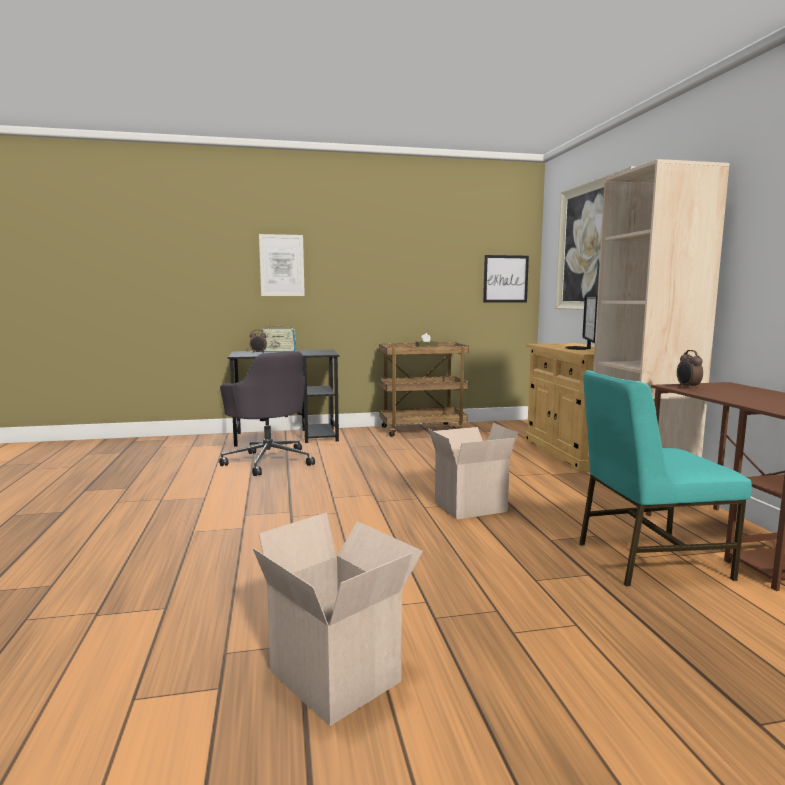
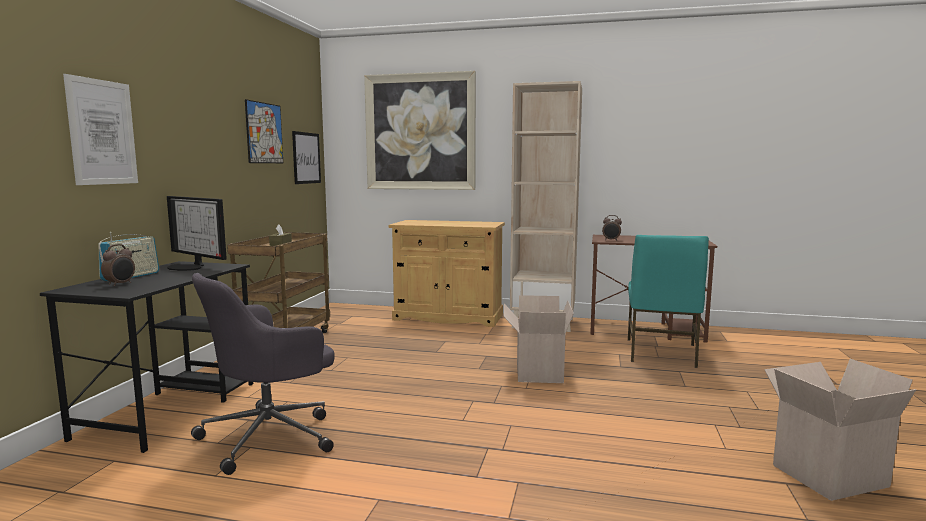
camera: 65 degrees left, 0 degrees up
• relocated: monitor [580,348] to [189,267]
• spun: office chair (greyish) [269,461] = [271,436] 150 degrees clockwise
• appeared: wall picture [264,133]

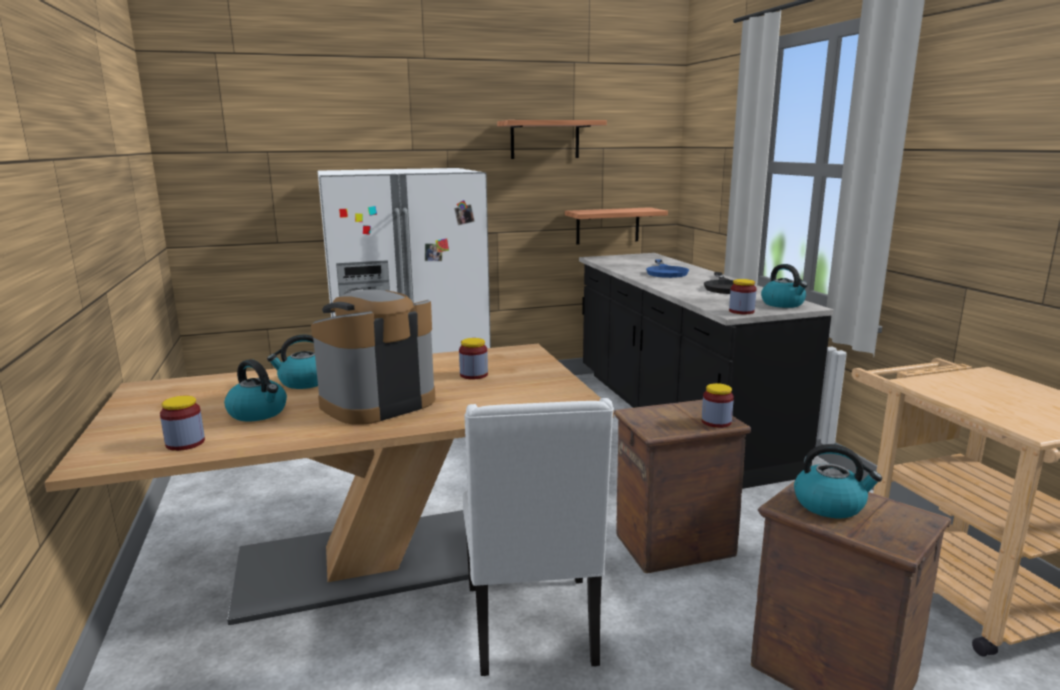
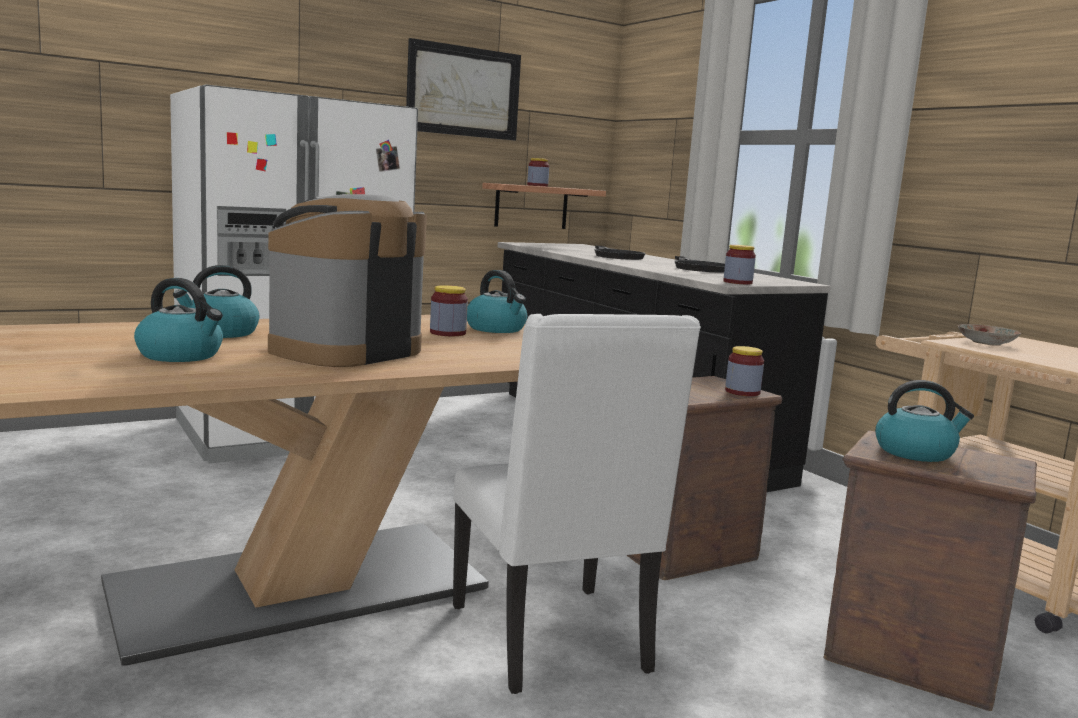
camera: 15 degrees left, 5 degrees down
• exchanged: bracket shelf [545,139] to wall picture [463,91]
• relocated: kettle [783,304] to [497,329]
• relocated: storage jar [185,443] to [537,185]
• colour: pan (blue-coloured) [666,272] to pan (blackish) [616,256]
• appeared: plate [985,343]

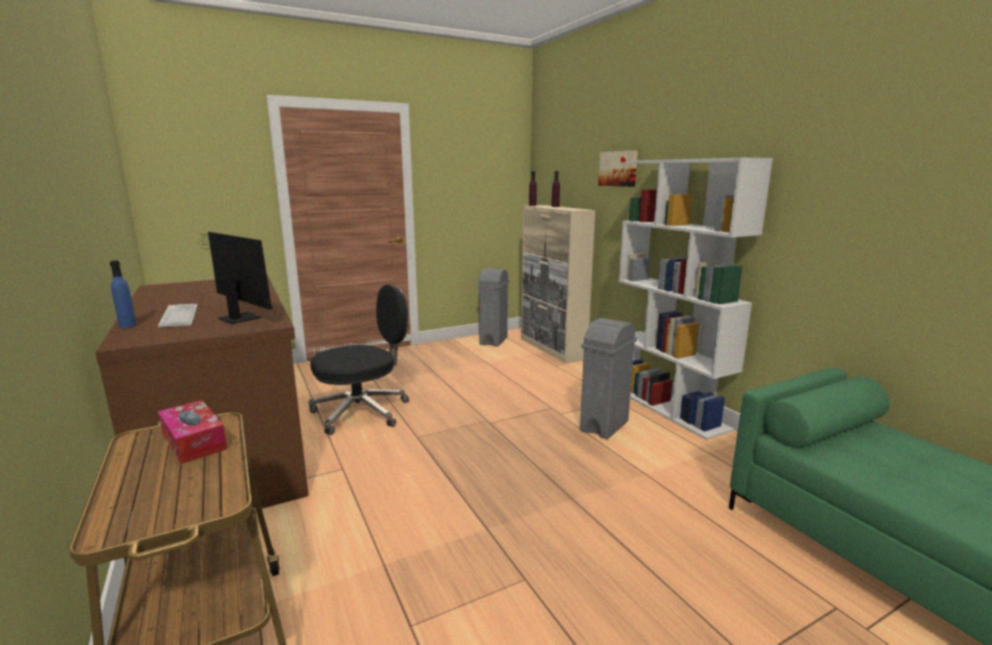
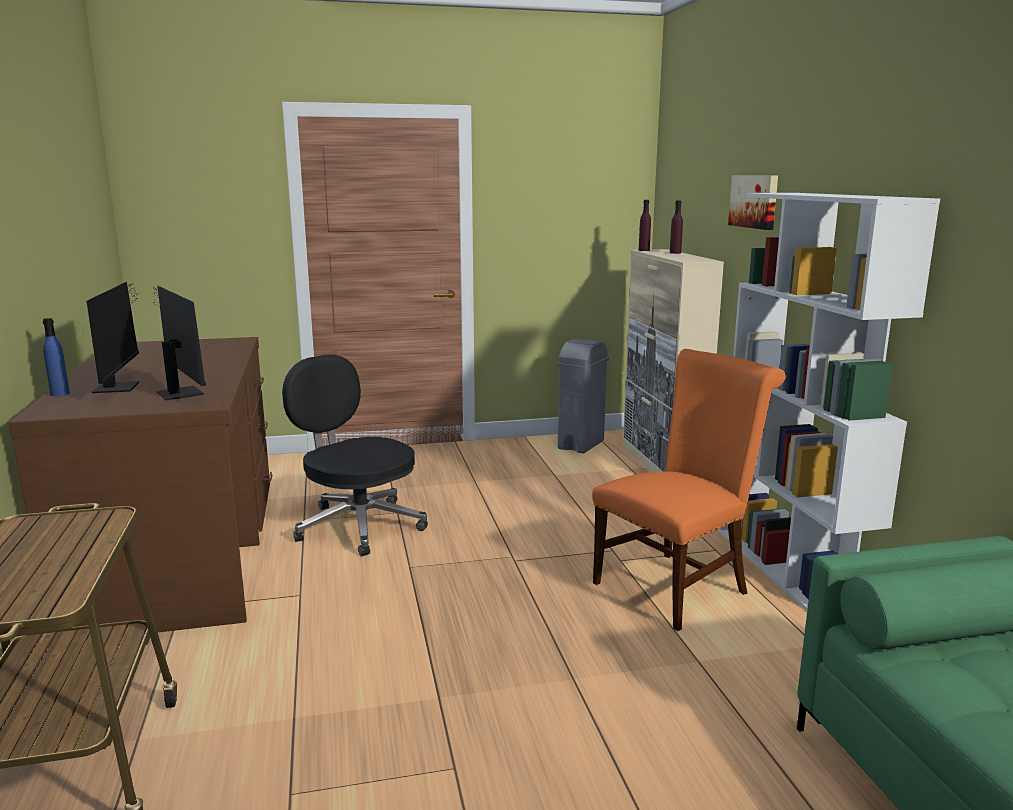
camera: 15 degrees right, 0 degrees up
• exchanged: PC keyboard [179,316] to monitor [119,386]
• spun: office chair (blackish) [363,411] = [358,525] 120 degrees counterclockwise
• exchanged: trash can (greyish) [605,426] to upright chair (orangey) [676,585]
• missing: tissue box [194,441]

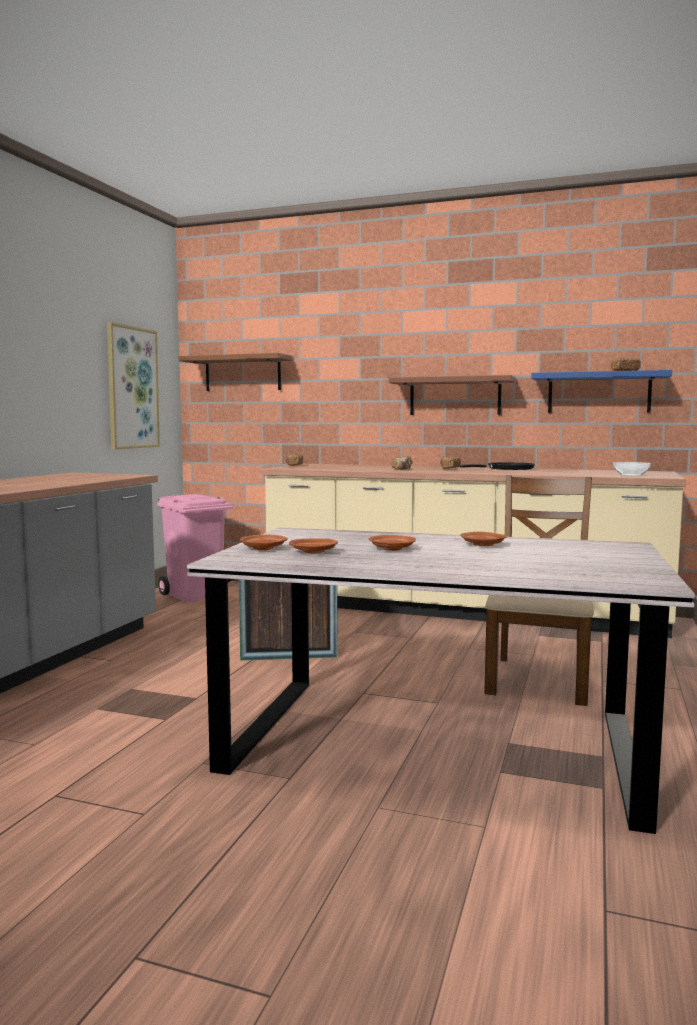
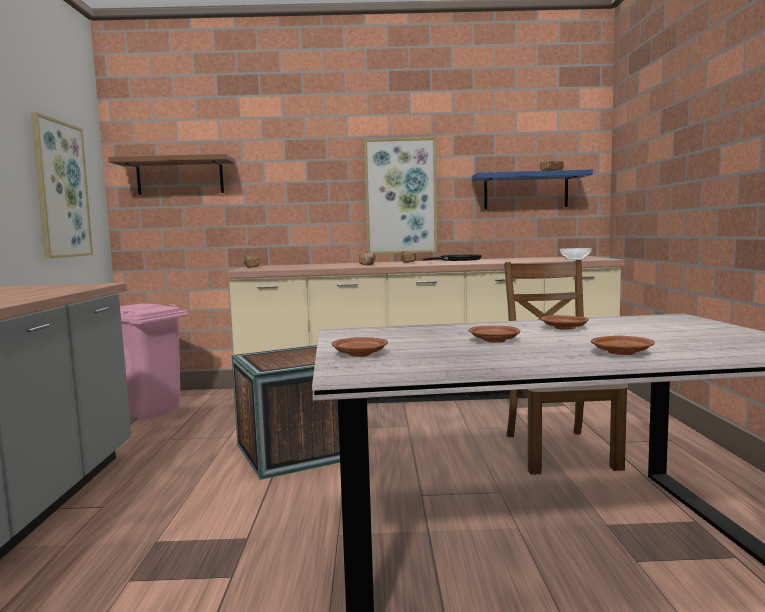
camera: 20 degrees left, 0 degrees up
• exchanged: bracket shelf (brown) [455,396] to wall picture [401,196]
• relocated: plate (brown) [314,552] to [622,353]

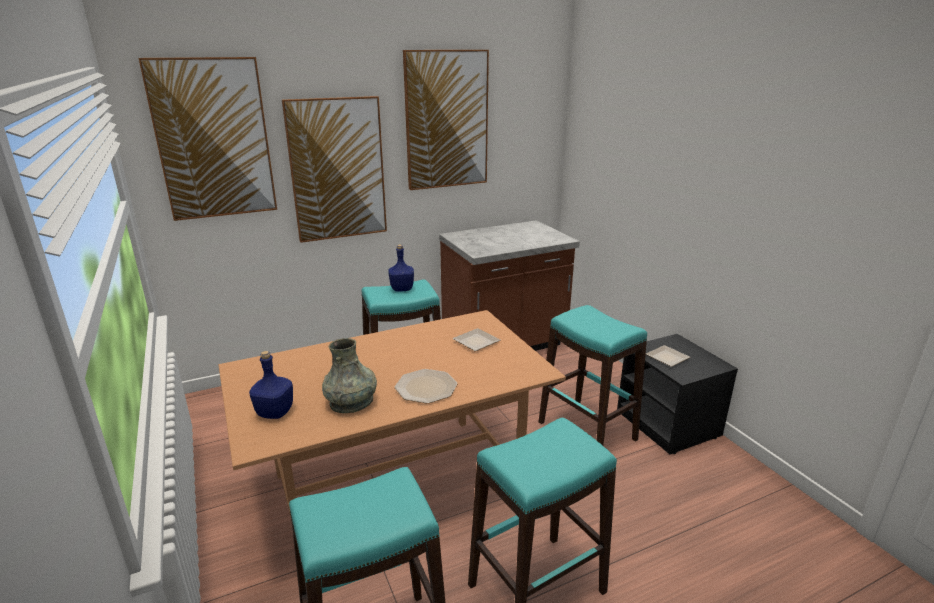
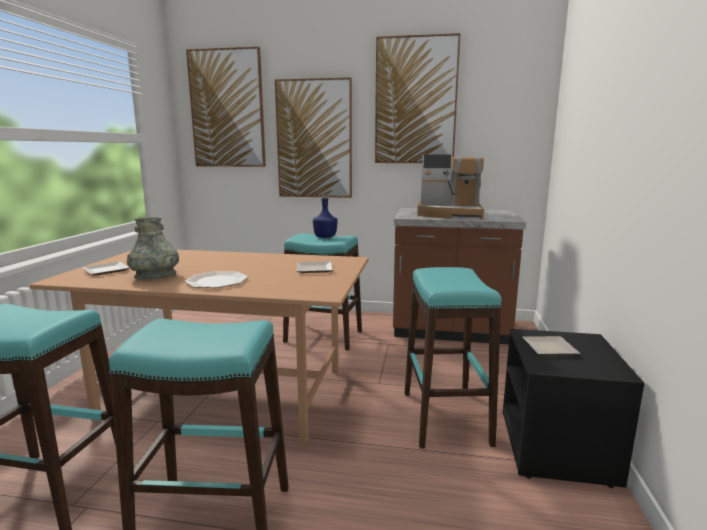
camera: 35 degrees right, 10 degrees down
• exchanged: bottle (blue-coloured) [275,412] to plate [107,270]
• appeared: coffee machine [449,214]

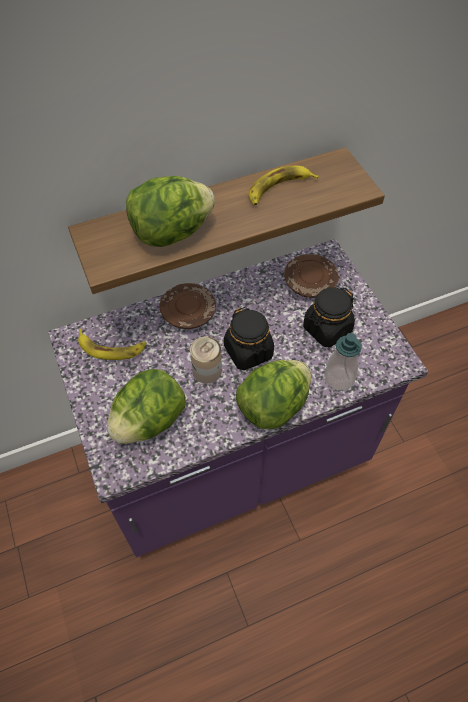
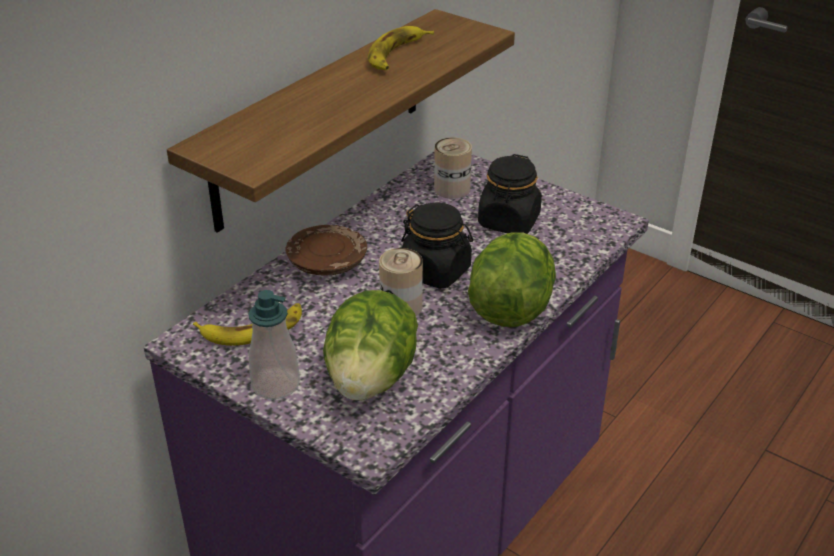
camera: 30 degrees left, 20 degrees down
• relocated: soap dispenser [339,378] to [275,384]
• exchanged: plate (brown) [310,282] to sealed can [452,188]
• missing: lettuce [171,233]

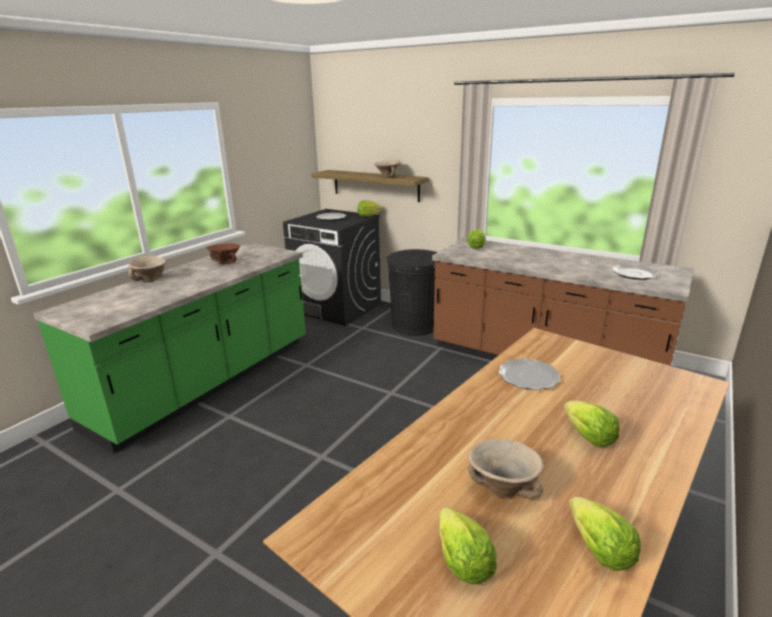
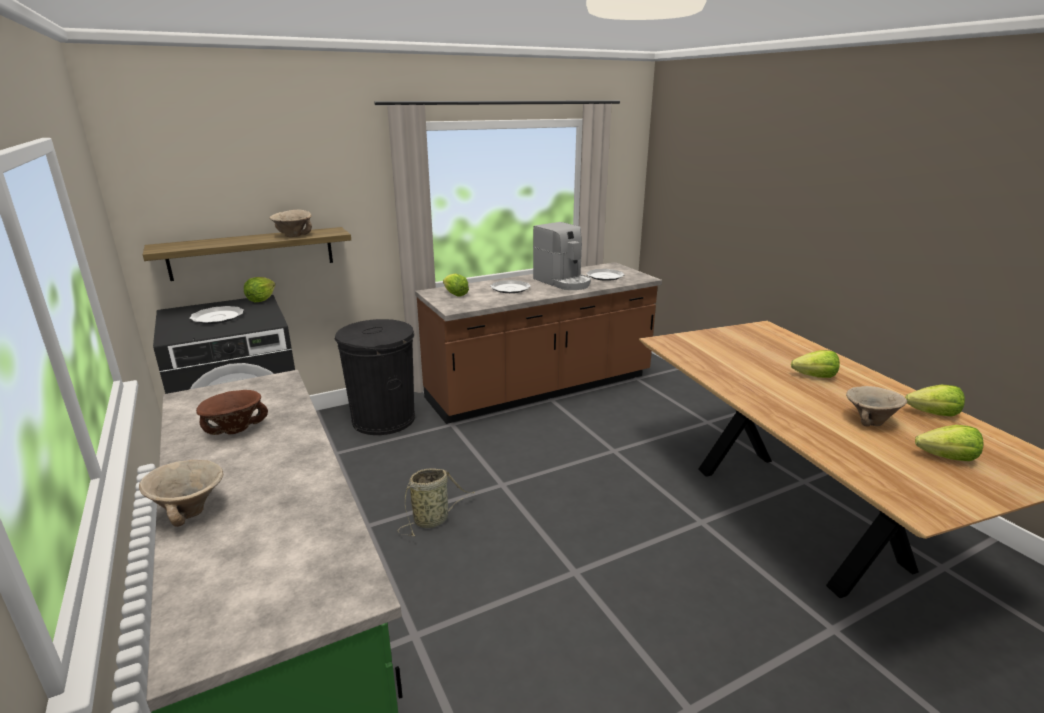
camera: 60 degrees left, 0 degrees up
• appeared: household basket [433,519]
• relocated: plate [528,377] to [510,288]
• appeared: coffee machine [563,282]

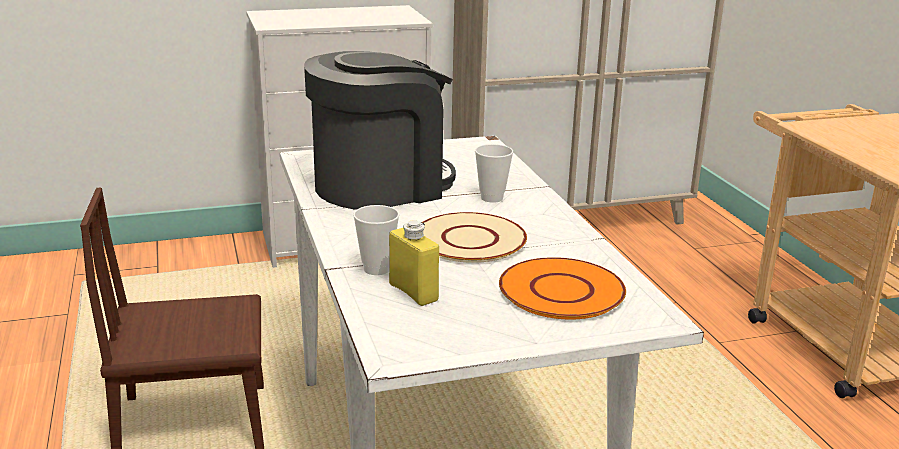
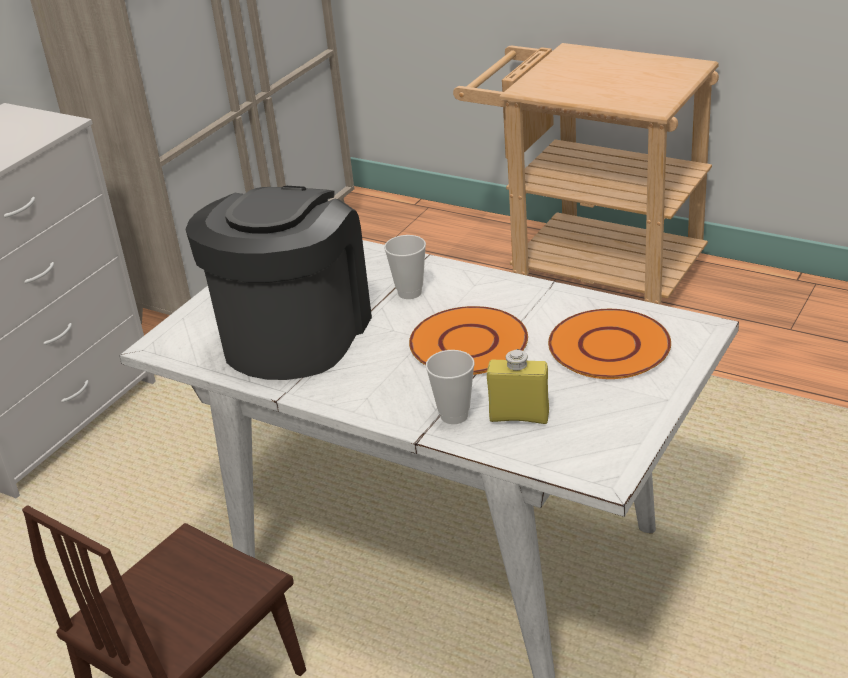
camera: 40 degrees left, 10 degrees up
• colour: plate (beige-coloured) [469,240] to plate (orangey) [468,344]

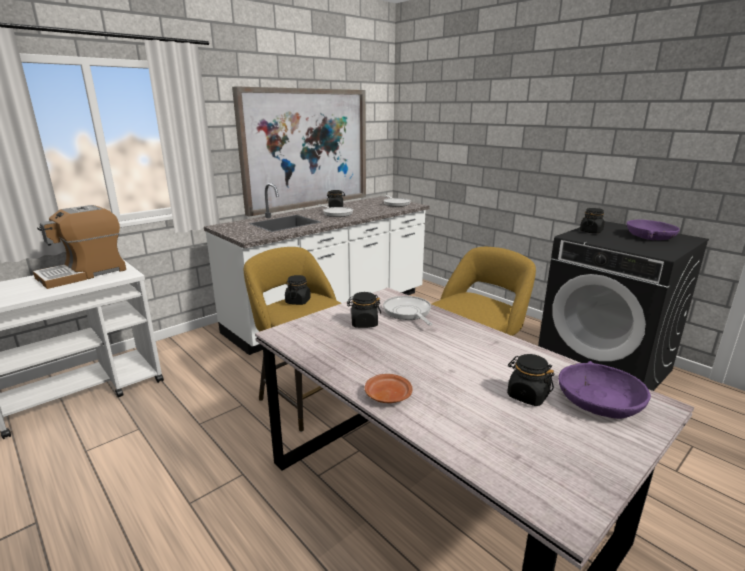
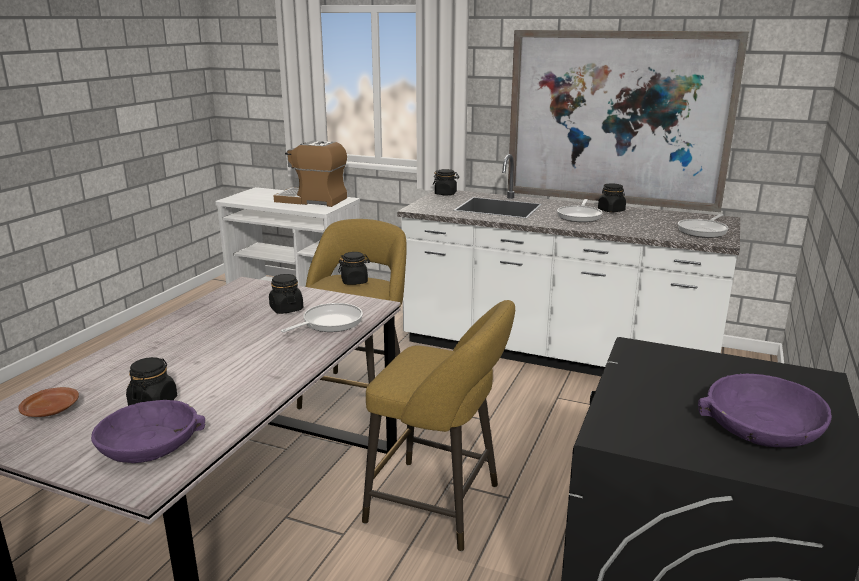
camera: 65 degrees right, 0 degrees up
• relocated: plate (brown) [387,395] to [51,410]
• relocated: storage jar (blackish) [591,231] to [445,194]

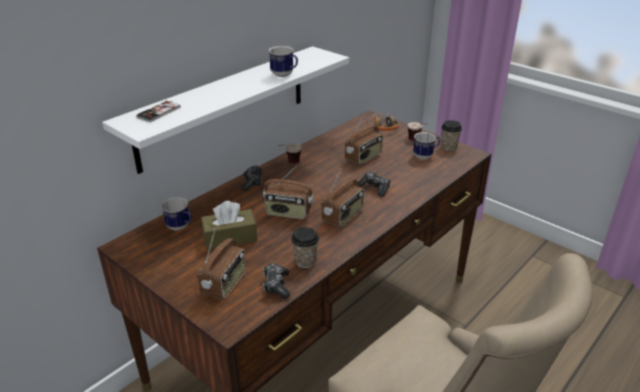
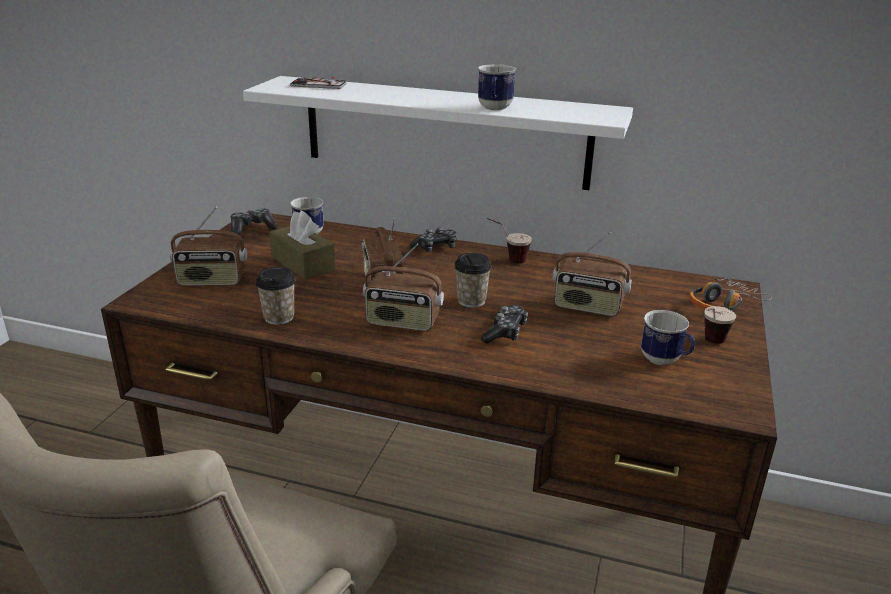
camera: 65 degrees right, 5 degrees down
• relocated: gamepad [276,285] to [252,228]
• relocated: cup [449,147] to [471,301]

